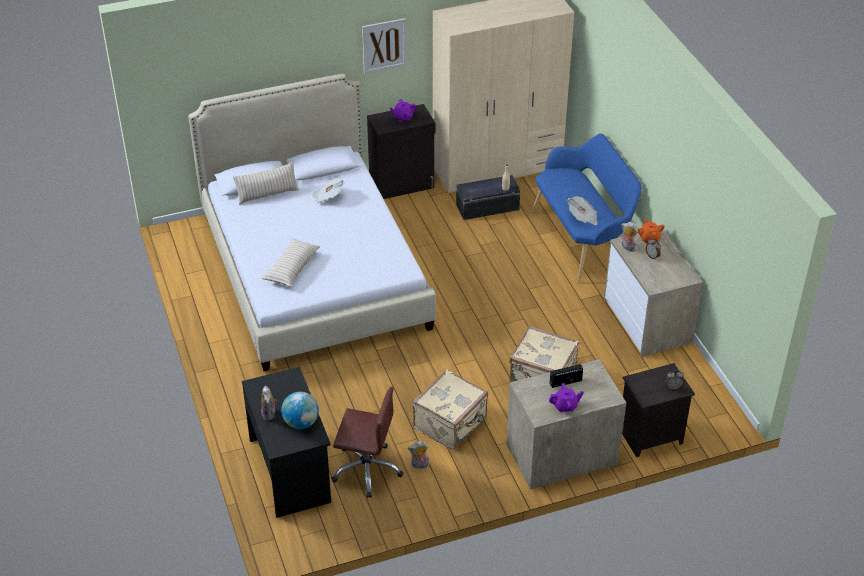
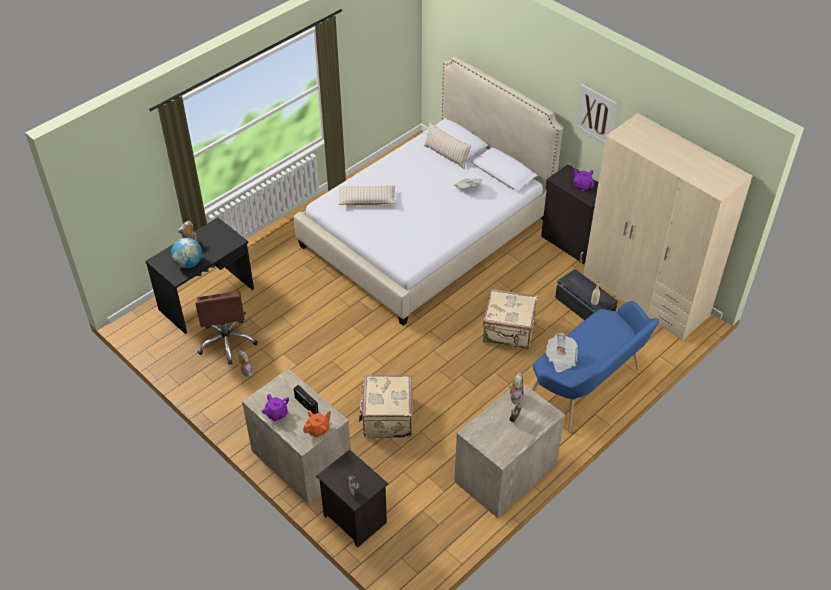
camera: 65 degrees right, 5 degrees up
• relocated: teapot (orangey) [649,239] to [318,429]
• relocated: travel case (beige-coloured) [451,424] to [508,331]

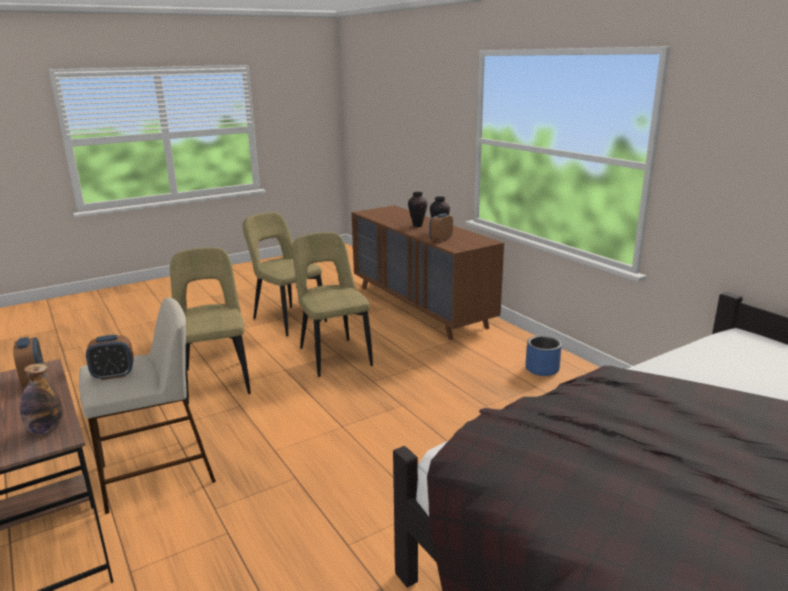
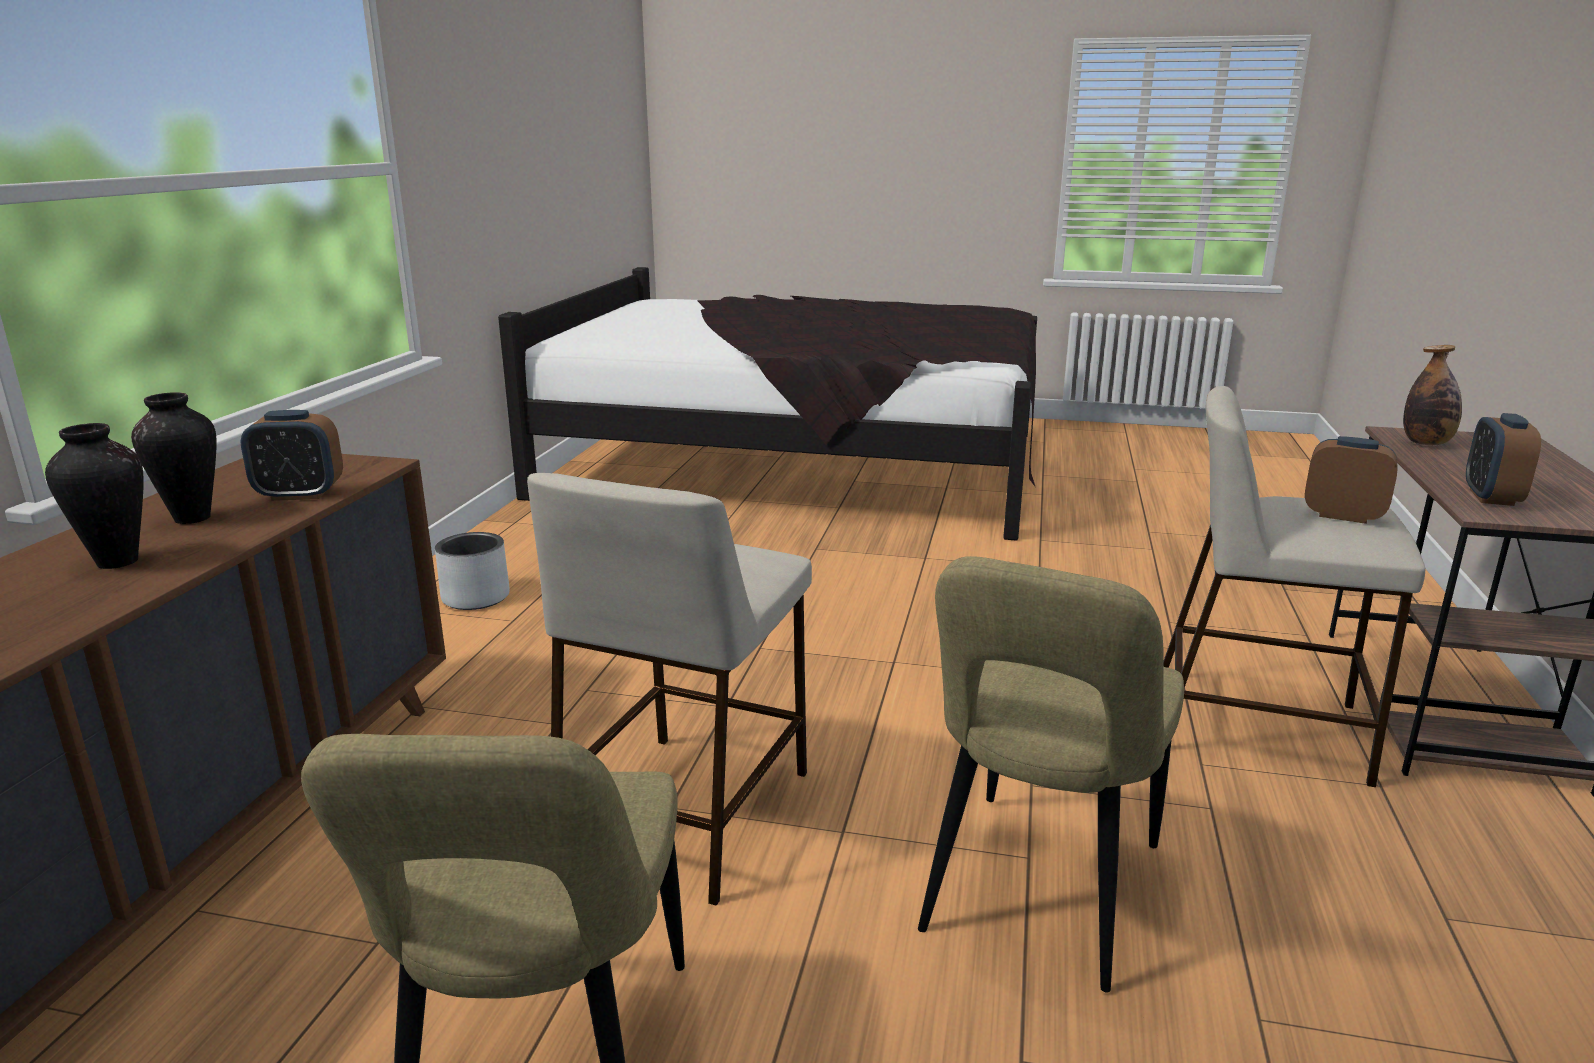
camera: 135 degrees left, 0 degrees up
• colour: planter (blue-coloured) [542,369] to planter (greyish) [476,597]
• exchanged: upright chair (beige-coloured) [333,355] to stool (beige-coloured) [686,810]

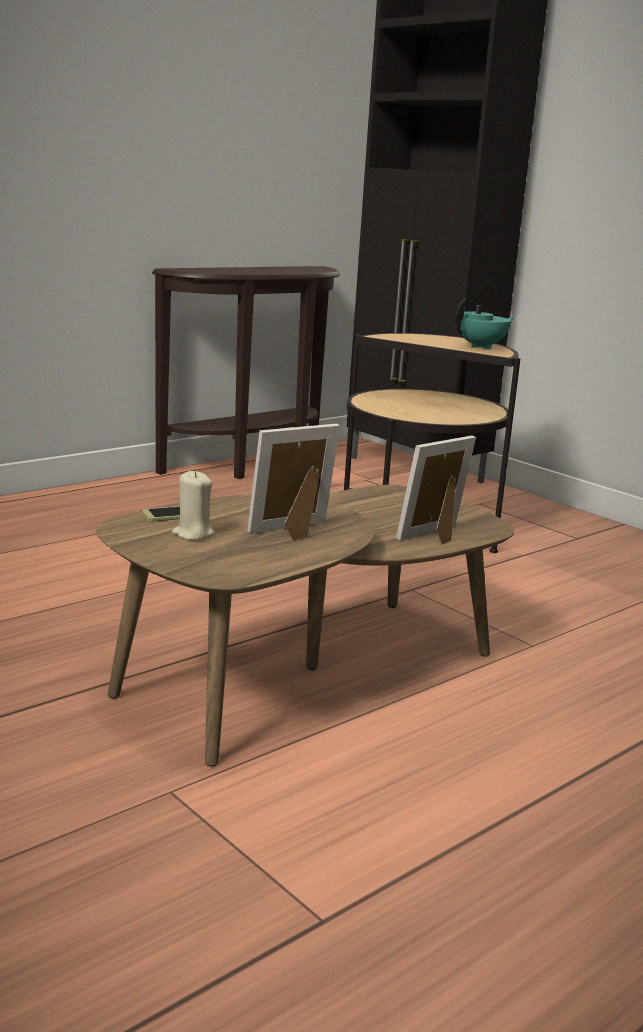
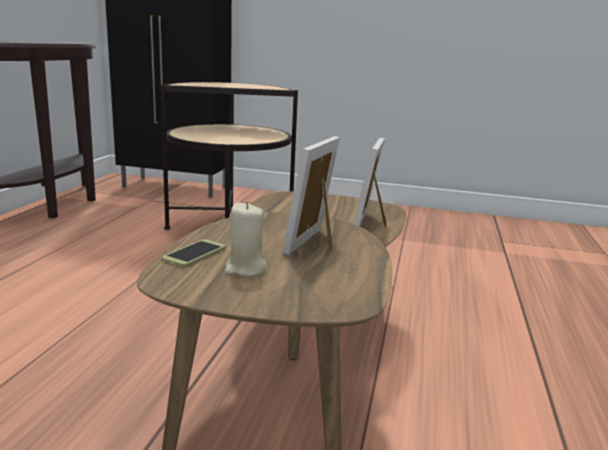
camera: 35 degrees left, 0 degrees up
• missing: teapot (turquoise) [481,347]

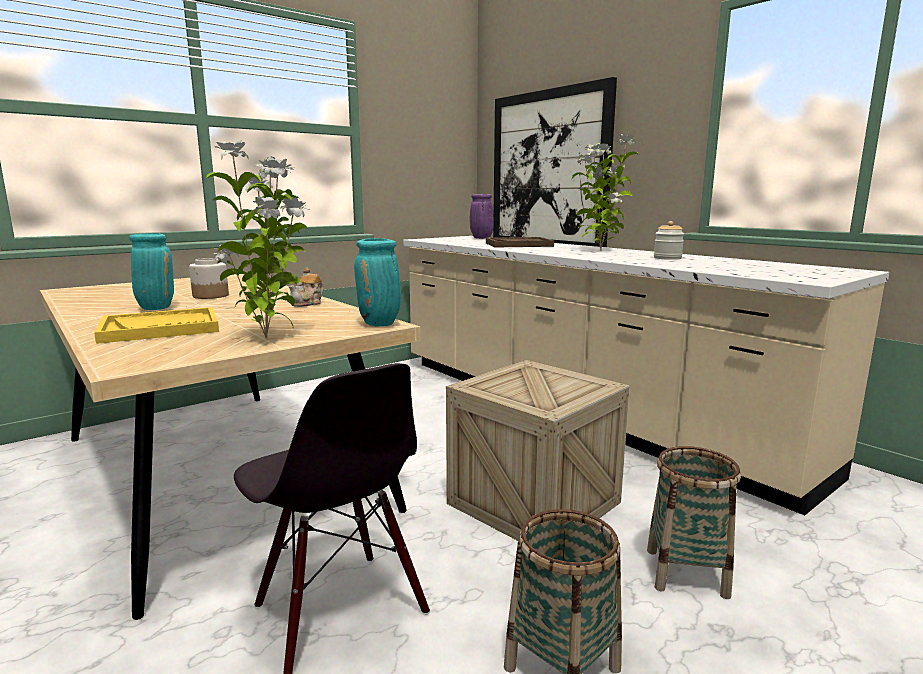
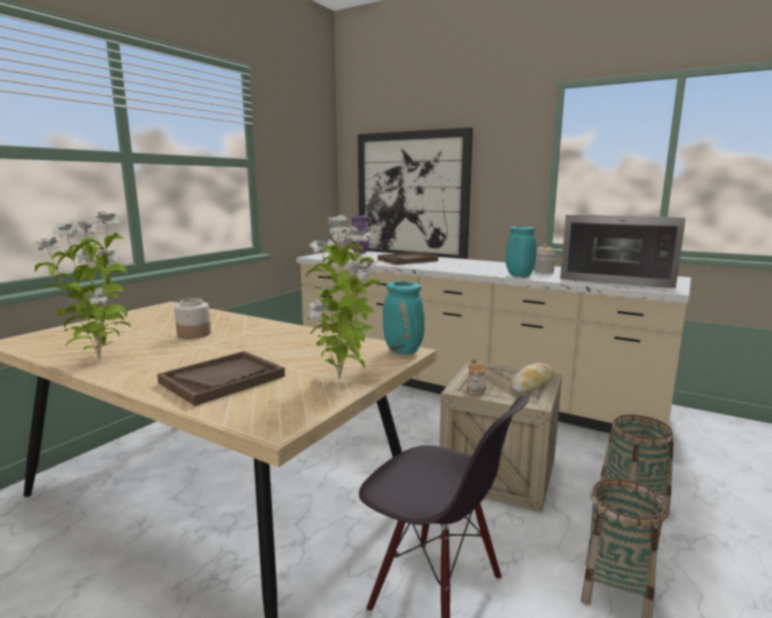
camera: 20 degrees left, 0 degrees up
• relocated: potted plant [600,250] to [100,358]
• colour: serving tray (yellowish) [161,328] to serving tray (brown) [222,379]
• relocated: teapot [308,303] to [476,389]
• relocated: flower vase (turquoise) [156,308] to [518,275]
• appeared: bakery bread [532,384]
• appeared: microwave oven [617,278]

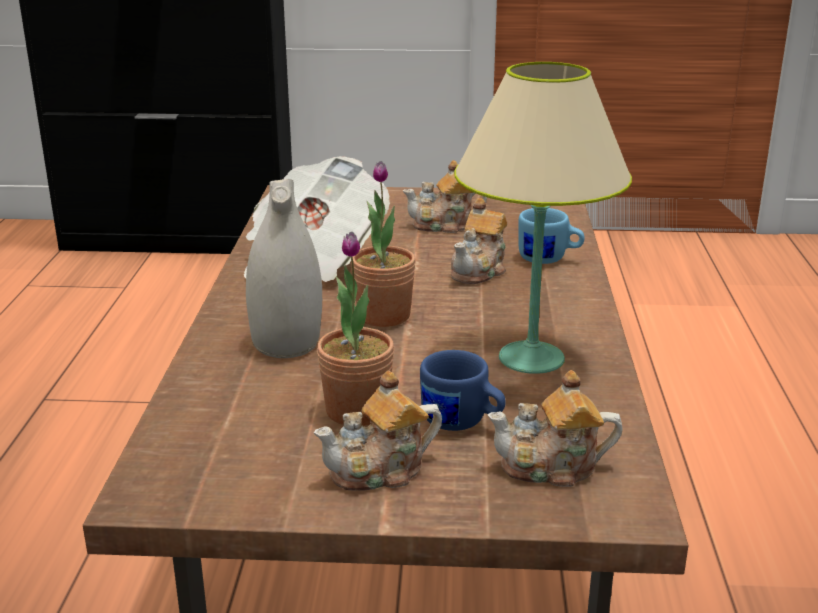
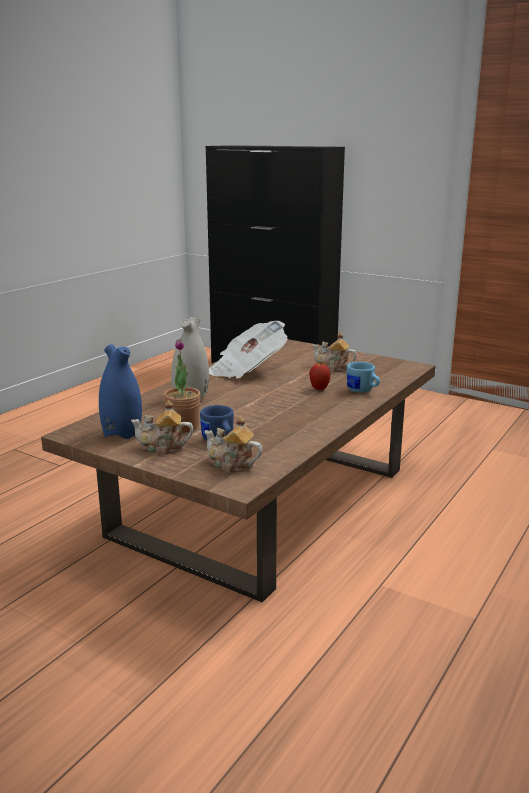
camera: 30 degrees right, 5 degrees down
• appeared: flower vase (blue-coloured) [122,434]
• exchanged: teapot [480,271] to apple fruit [319,389]
• missing: potted plant [384,316]
• missing: table lamp (beige-coloured) [530,358]

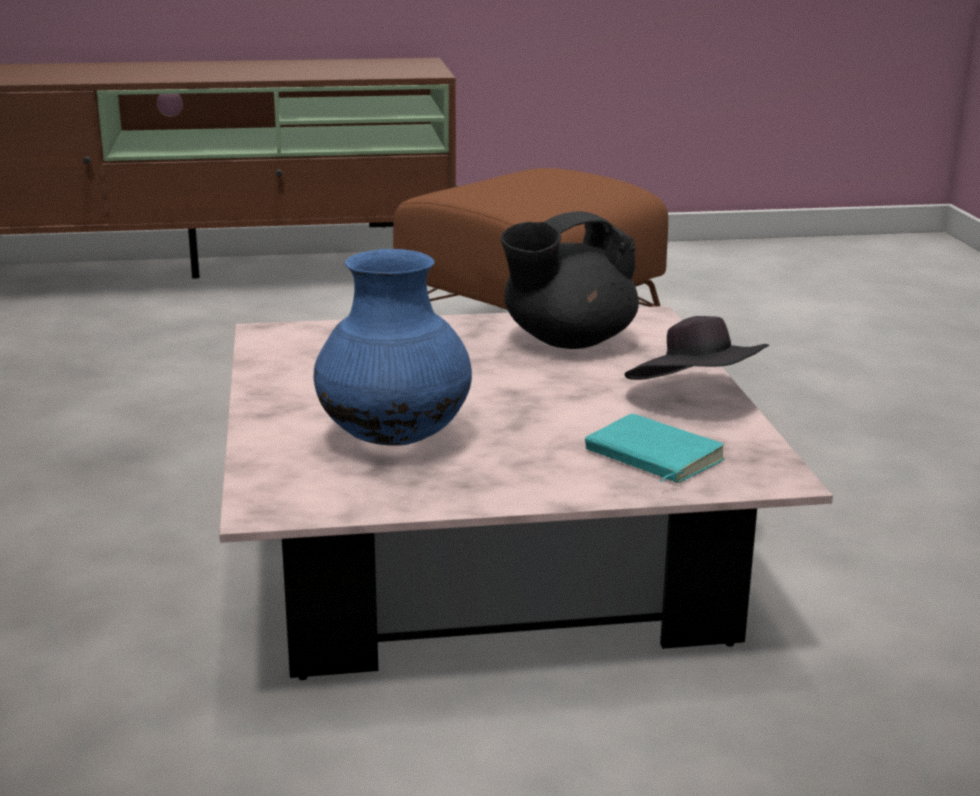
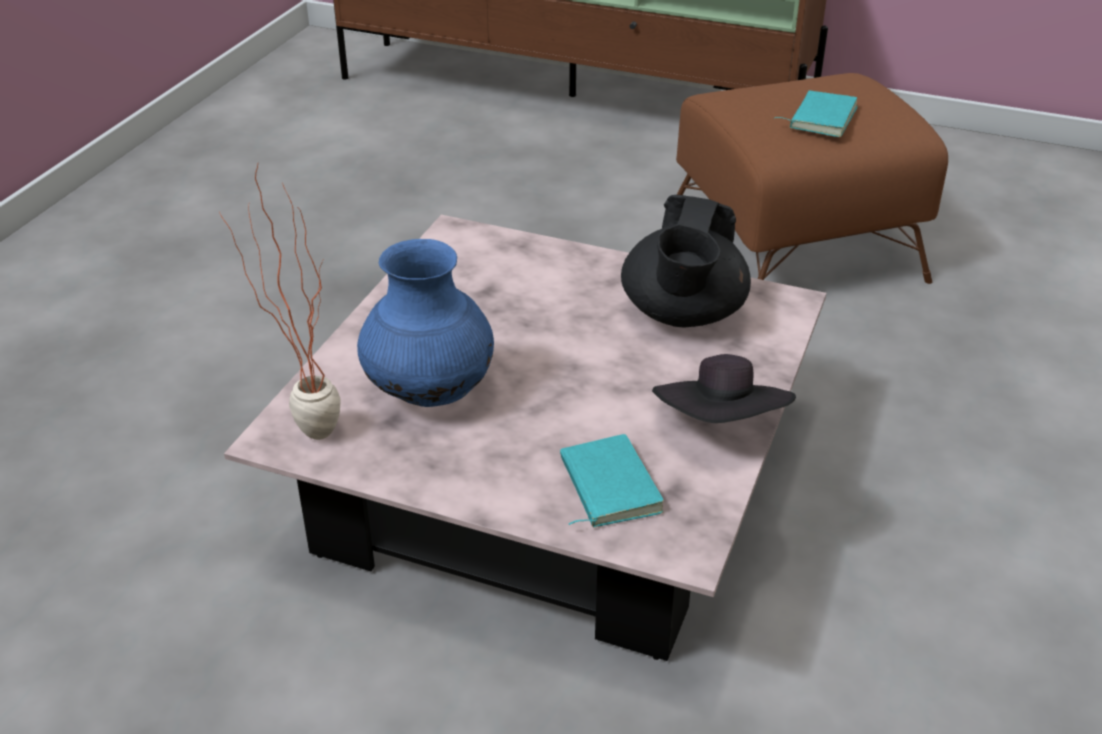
camera: 30 degrees right, 15 degrees up
• appeared: potted plant [304,431]
• spun: teapot (blackish) [567,341] = [682,315] 75 degrees counterclockwise
• appeared: book (turquoise) [820,117]

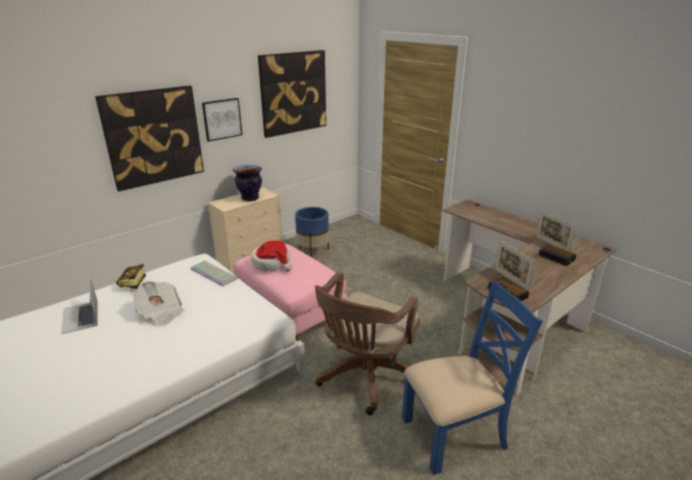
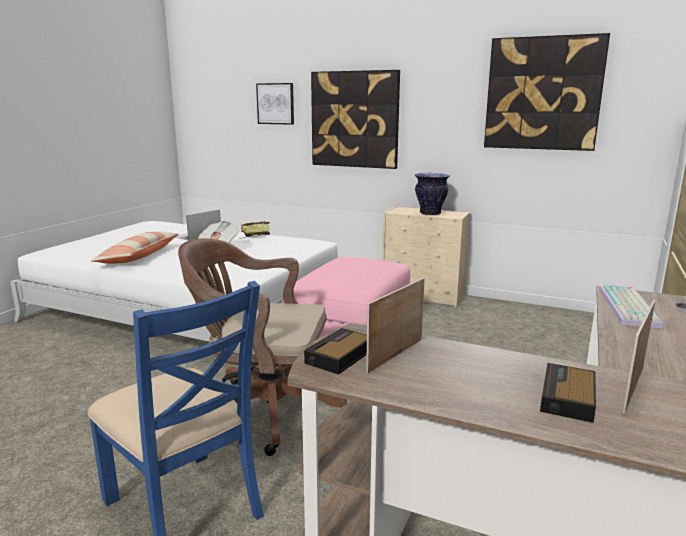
camera: 65 degrees right, 10 degrees down
• appeared: pillow [139,257]
• relocated: wall picture [222,119] to [275,103]
• relocated: PC keyboard [215,273] to [630,307]
• missing: wearable hat [272,263]
• missing: planter (blue-coloured) [313,253]

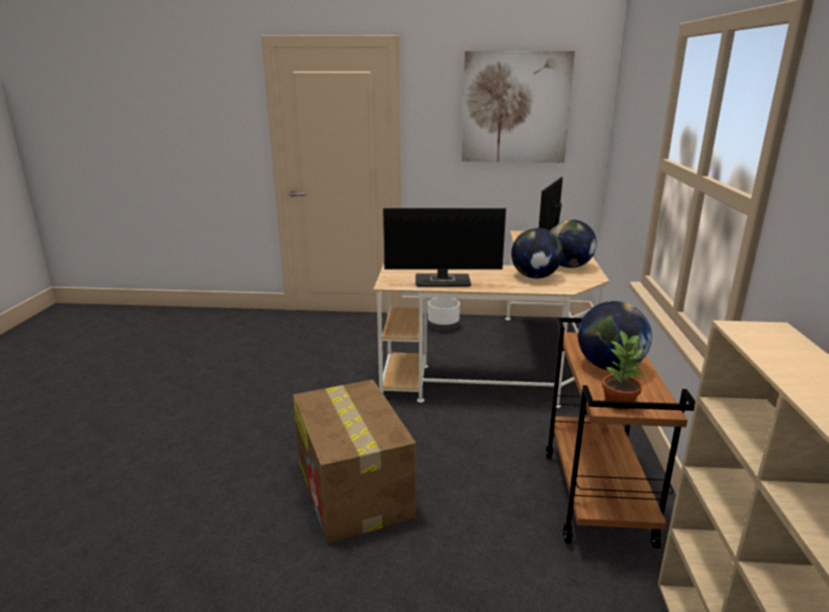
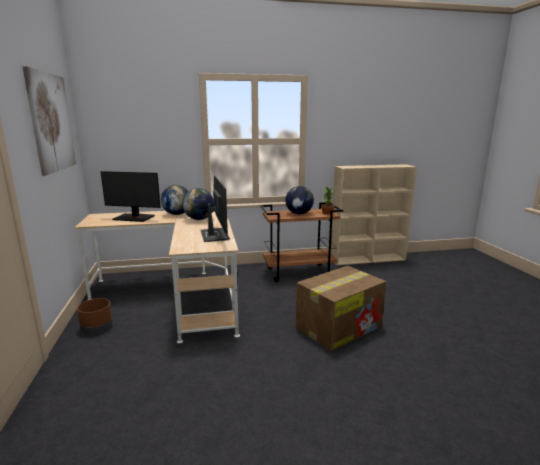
camera: 105 degrees left, 5 degrees down
• colour: planter (whitish) [443,326] to planter (brown) [97,327]

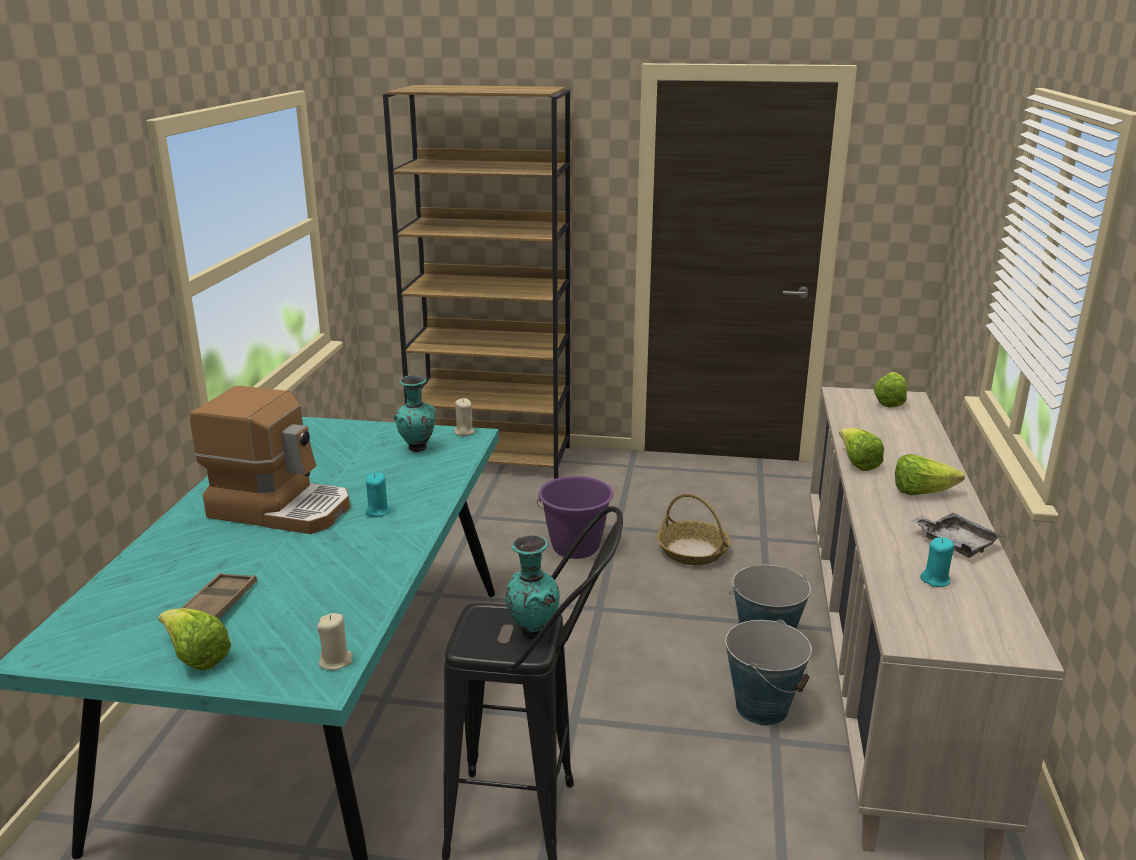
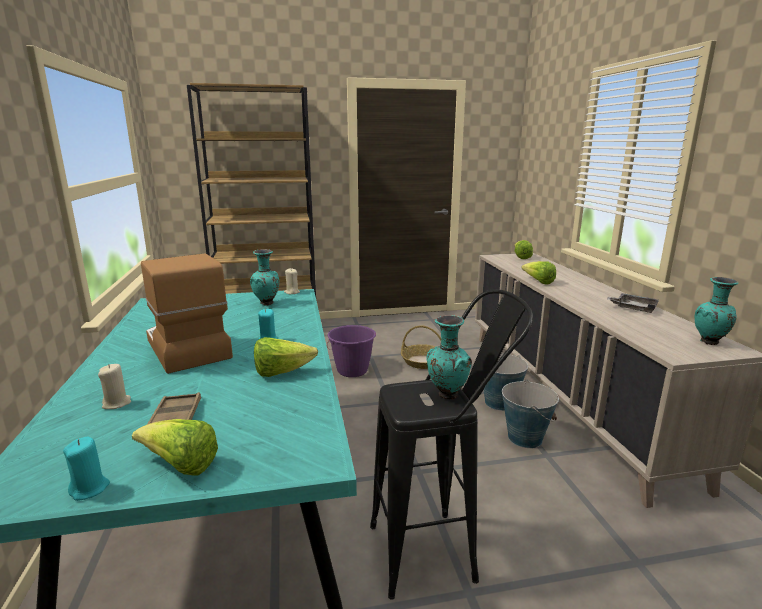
camera: 20 degrees left, 5 degrees down
• relocated: wax light (turquoise) [935,580] to [90,489]
• relocated: wax light (beige-coloured) [336,661] to [117,403]
• spun: coffee machine [281,508] = [186,348] 120 degrees counterclockwise
• relocated: lettuce [921,492] to [281,372]
• appeared: flower vase (turquoise) [709,343]

